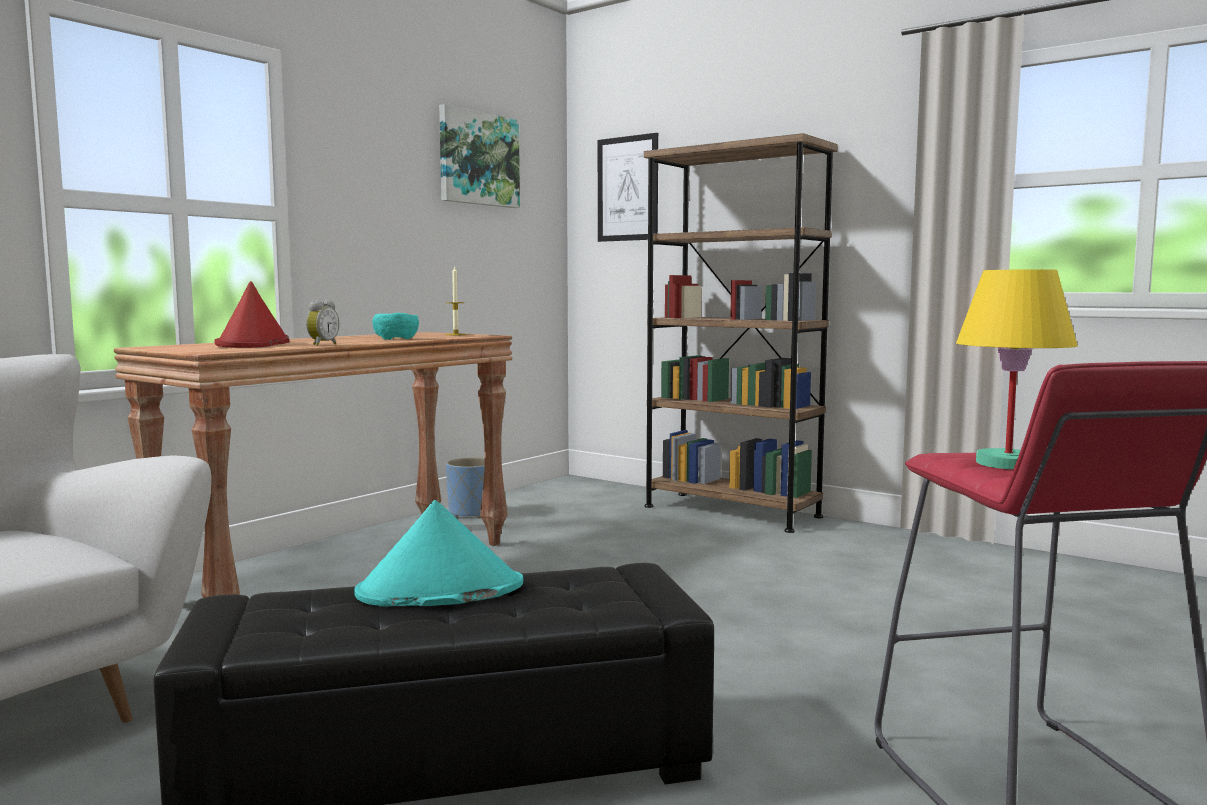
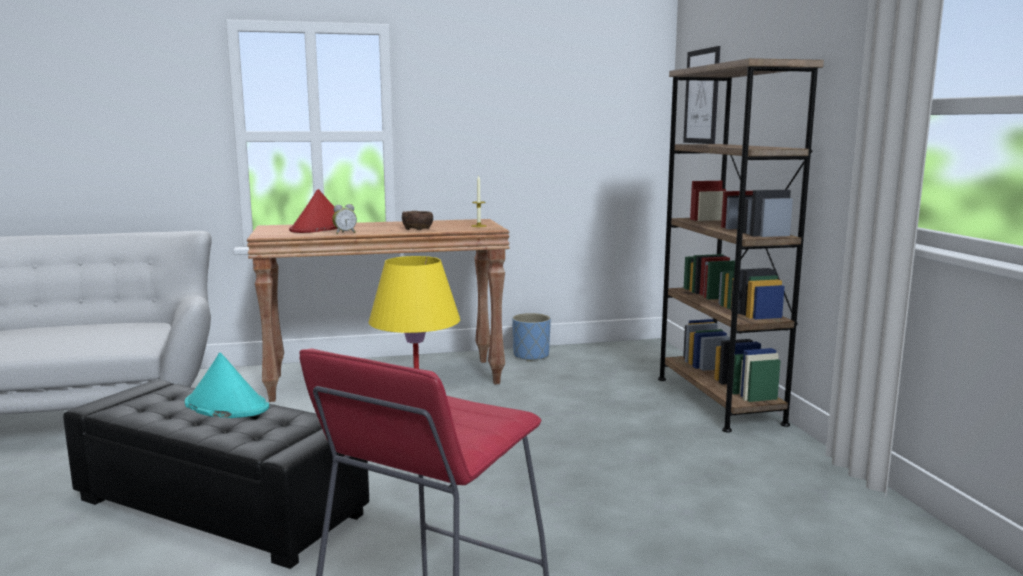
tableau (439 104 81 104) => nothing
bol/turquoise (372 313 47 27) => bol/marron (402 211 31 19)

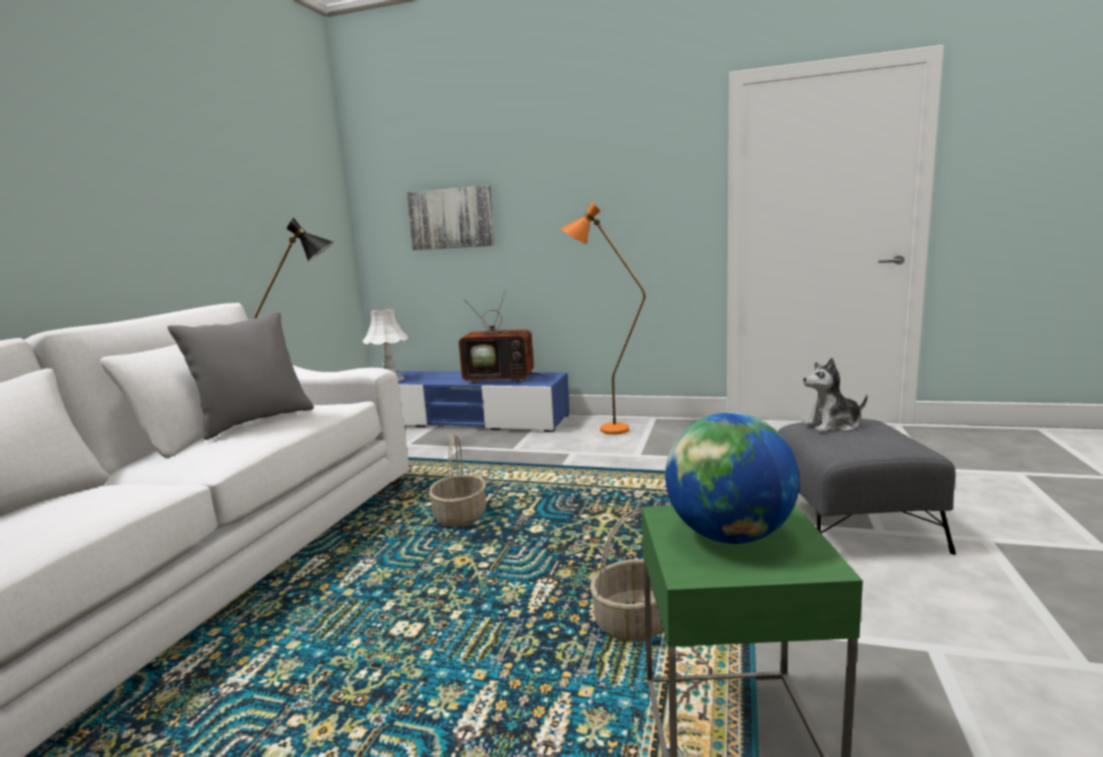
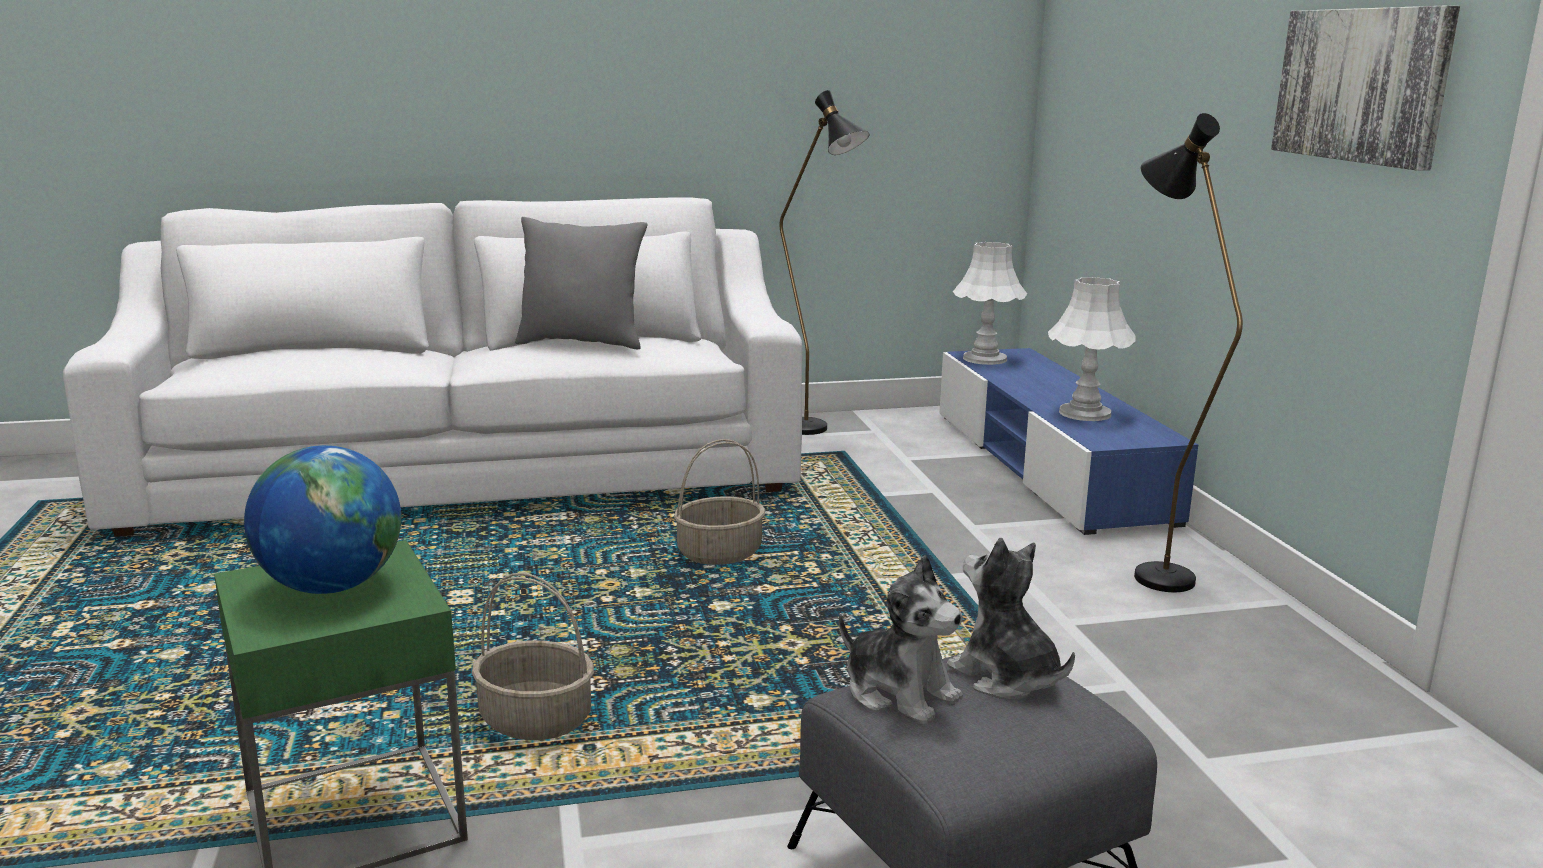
tableau (407 185 88 65) => tableau (1271 5 189 166), move
lampadaire/orange (561 202 85 233) => lampadaire/noir (1134 113 109 479)
téléviseur (459 290 87 94) => lampe de table/blanc (1048 277 87 144)
nothing => peluche (839 555 124 169)

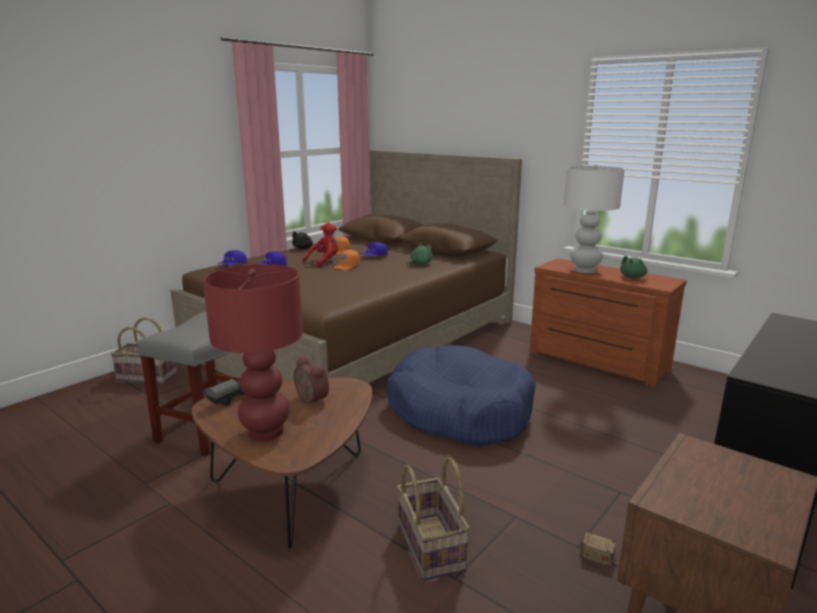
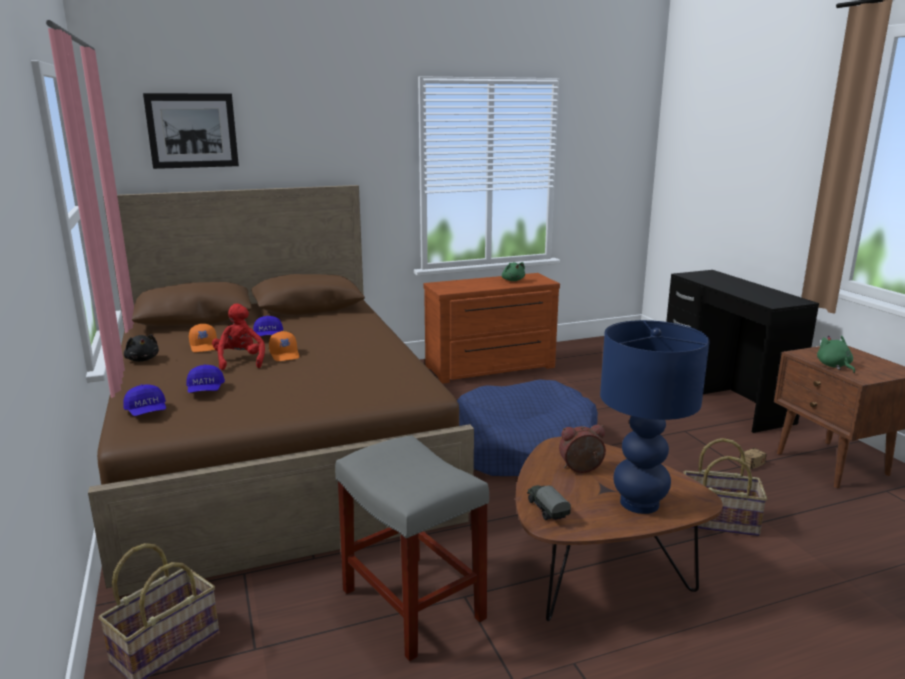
lampe de table/blanc (564 164 61 109) => nothing
peluche/vert (407 243 25 22) => peluche/vert (817 336 38 37), move
lampe de table/rouge (203 264 100 178) => lampe de table/bleu (600 320 110 194)
nothing => tableau (143 93 96 76)

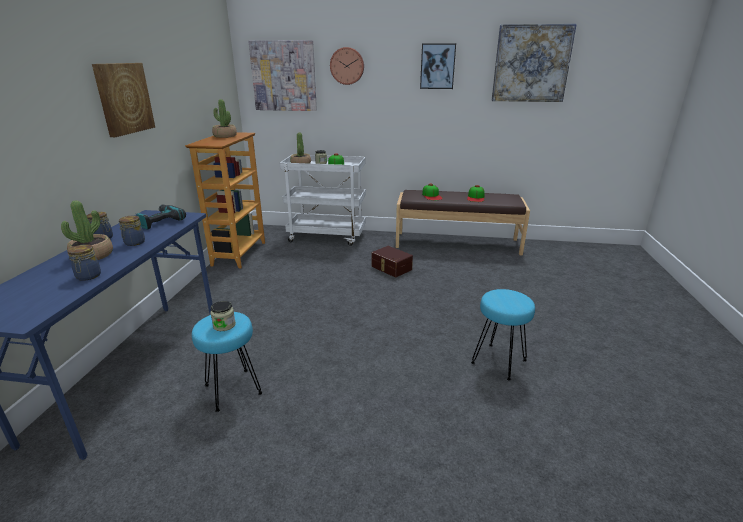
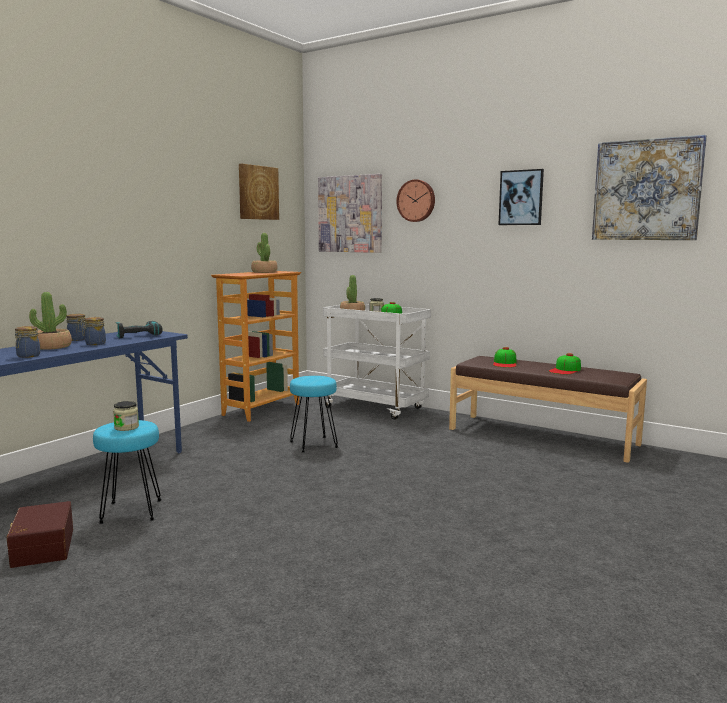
tableau (92 63 63 74) => tableau (239 164 40 56), move
boîte de rangement/marron (371 246 42 31) => boîte de rangement/marron (7 501 66 67), move
tabouret/turquoise (471 289 64 91) => tabouret/turquoise (290 376 48 77), move

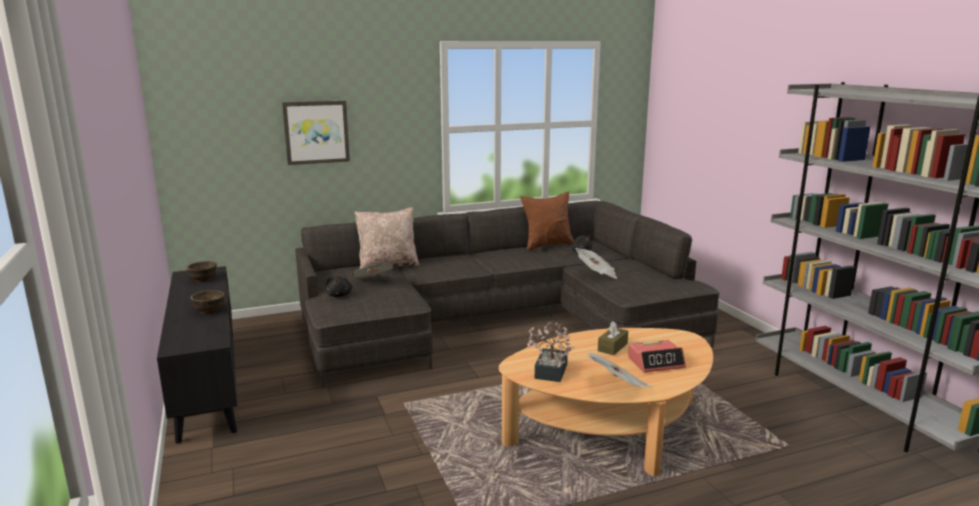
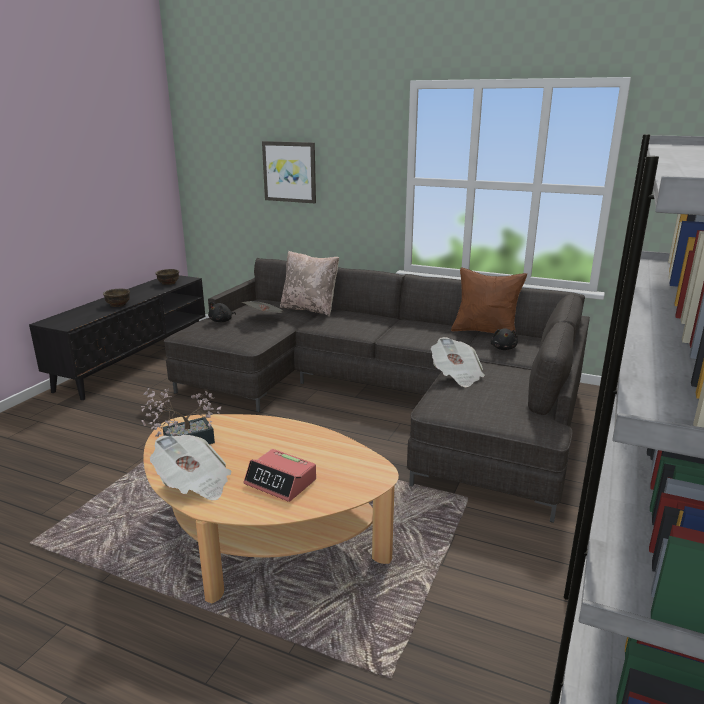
boîte à mouchoirs/marron (598 321 30 34) => nothing

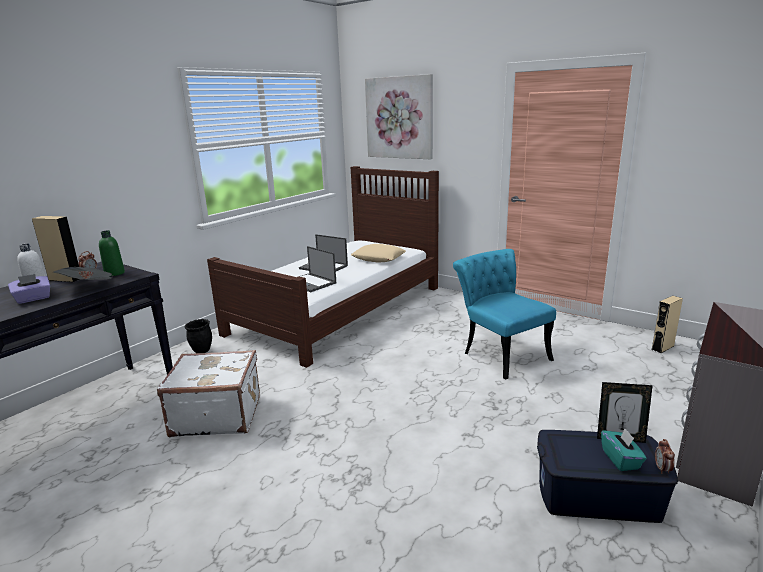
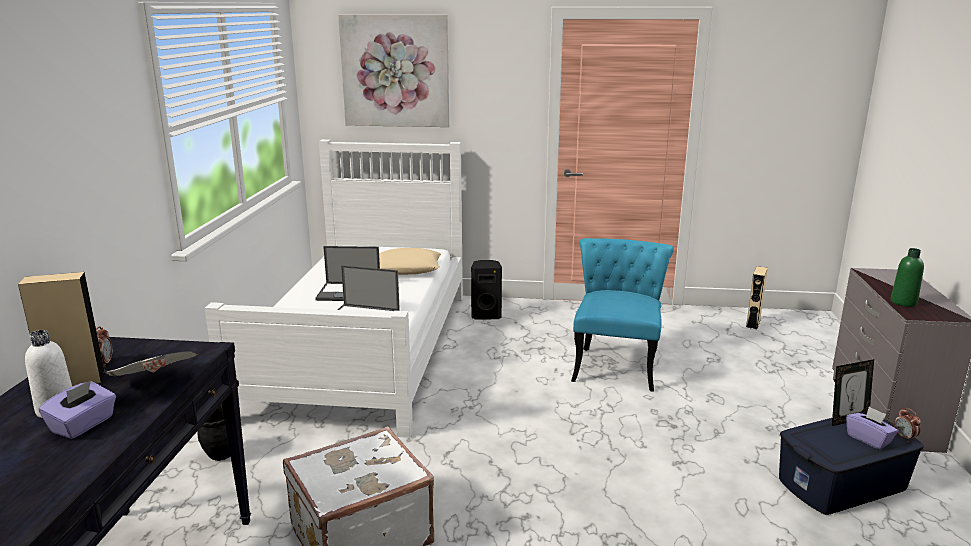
lit/marron (207 166 232 202) => lit/blanc (205 139 258 299)
bouteille/vert (99 231 26 45) => bouteille/vert (891 248 33 59), move
chaise/turquoise (453 249 103 131) => chaise/turquoise (571 238 103 154), 75 degrees clockwise
boîte à mouchoirs/turquoise (601 428 46 43) => boîte à mouchoirs/violet (846 406 52 44)
nothing => enceinte/noir (471 260 31 59)

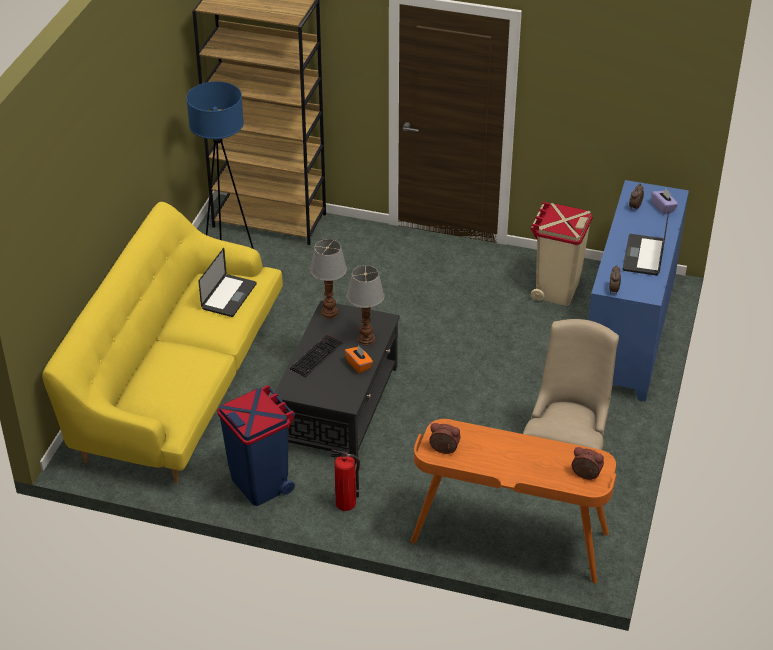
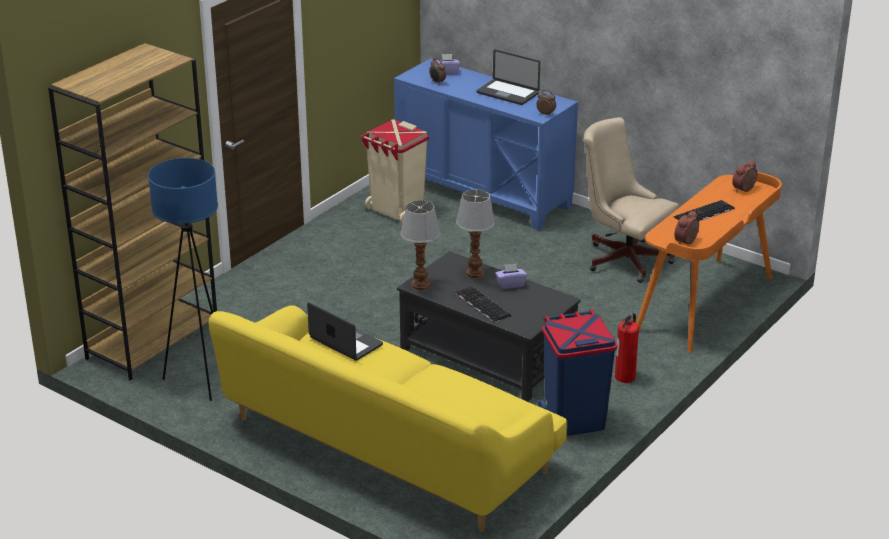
boîte à mouchoirs/orange (345 345 28 28) => boîte à mouchoirs/violet (495 264 32 25)
nothing => clavier (674 200 61 21)

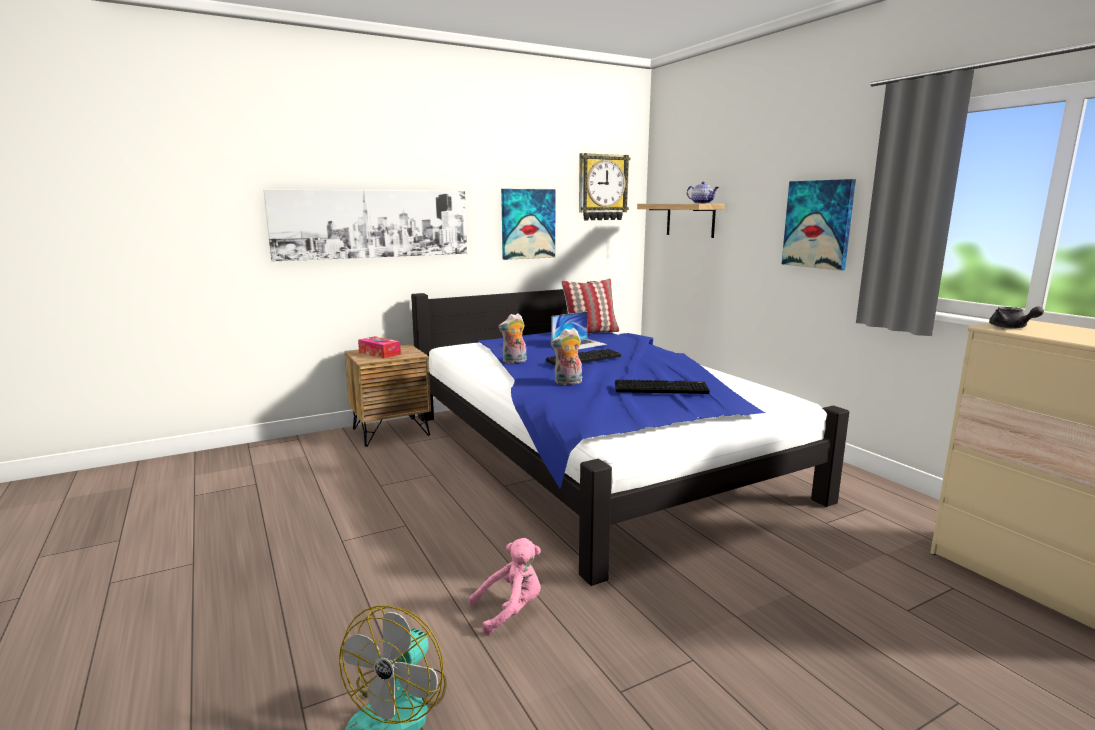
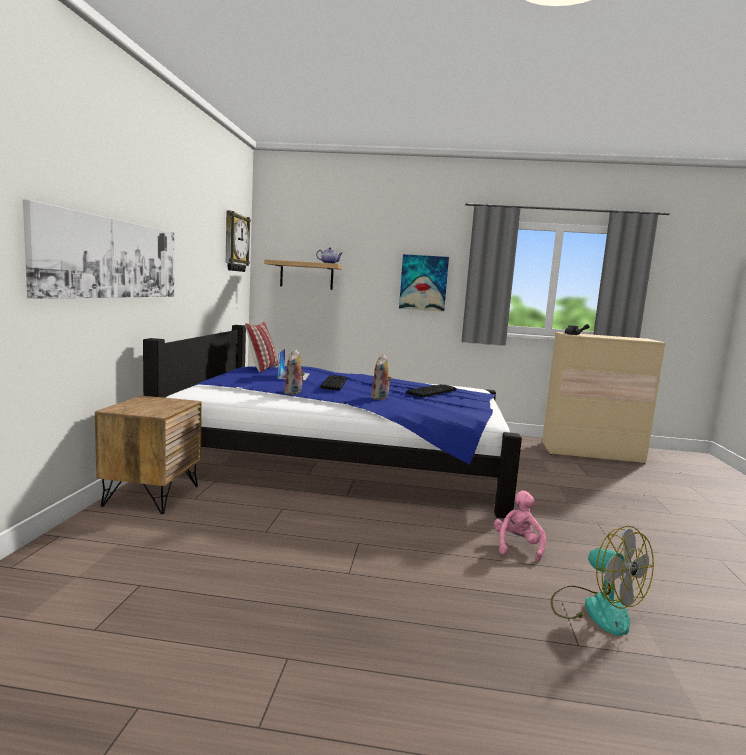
tableau (501 189 54 71) => nothing
boîte à mouchoirs (358 336 43 23) => nothing

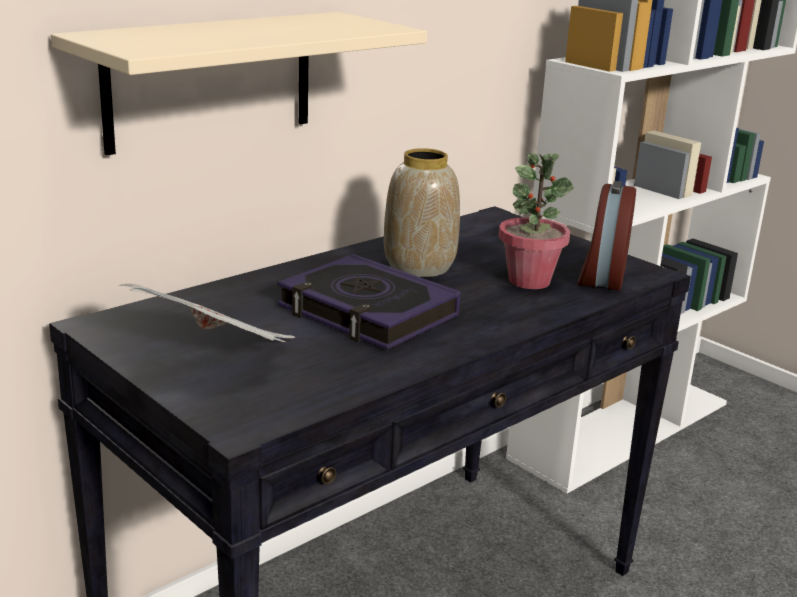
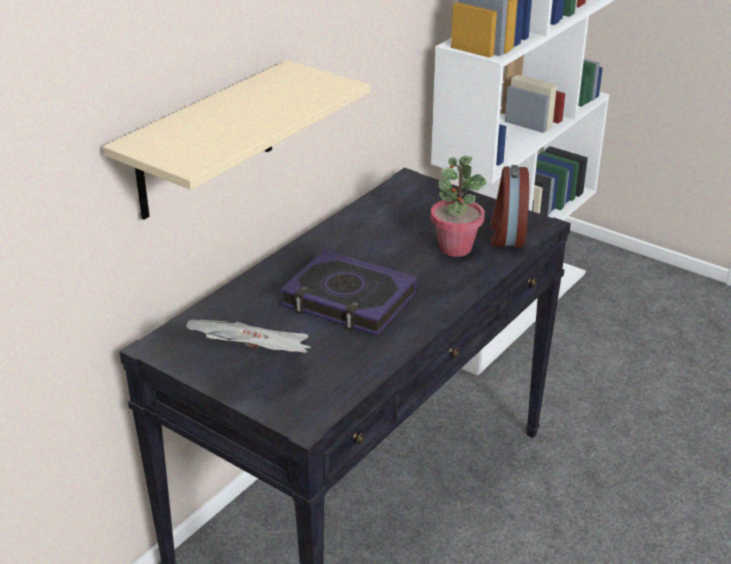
vase (384 148 76 129) => nothing

